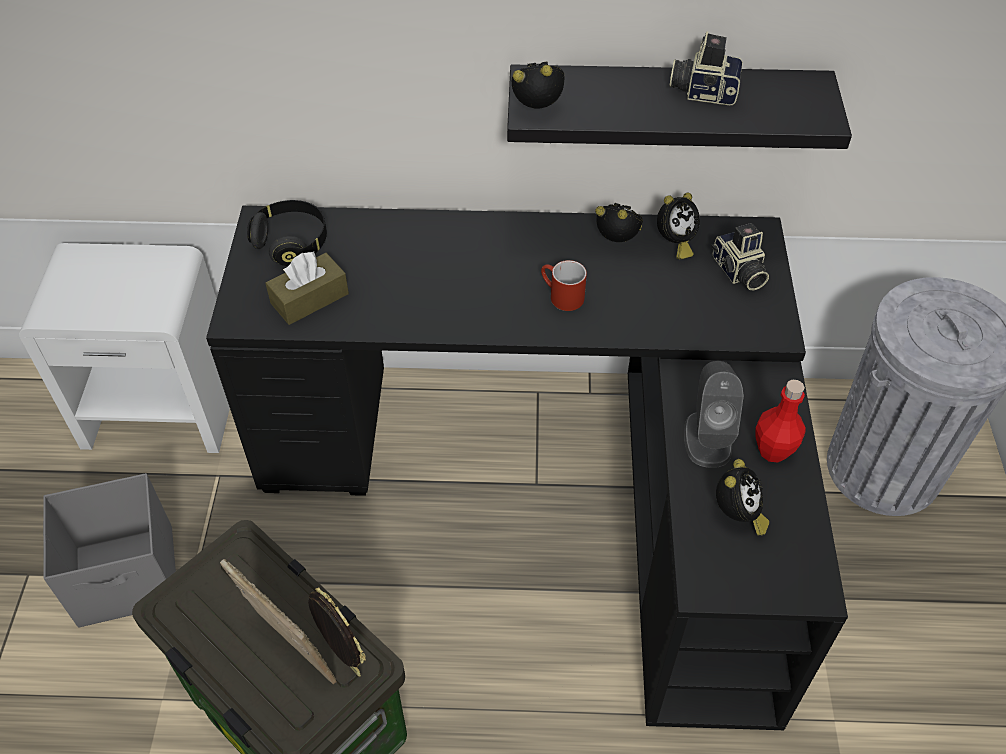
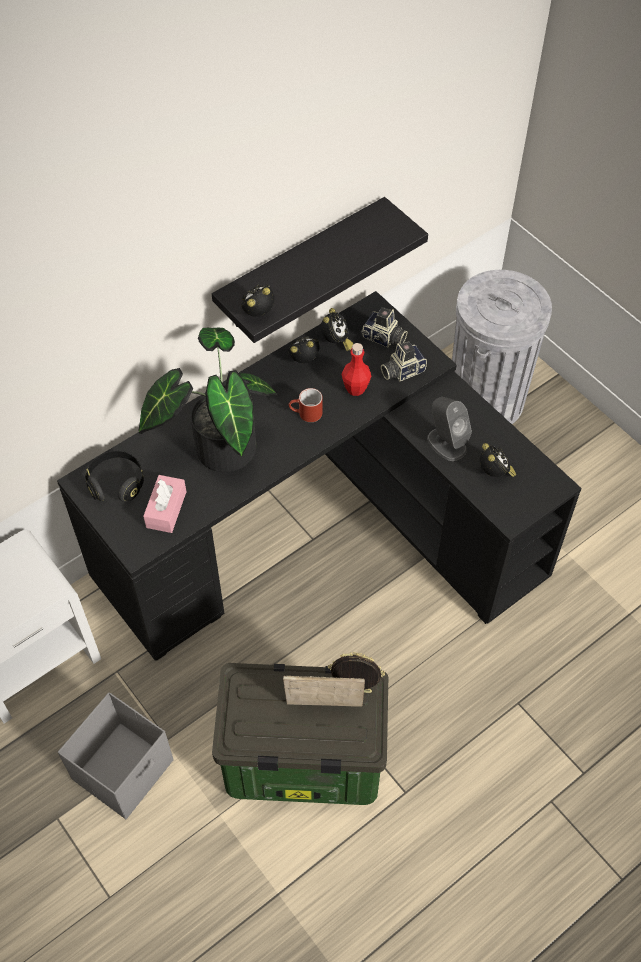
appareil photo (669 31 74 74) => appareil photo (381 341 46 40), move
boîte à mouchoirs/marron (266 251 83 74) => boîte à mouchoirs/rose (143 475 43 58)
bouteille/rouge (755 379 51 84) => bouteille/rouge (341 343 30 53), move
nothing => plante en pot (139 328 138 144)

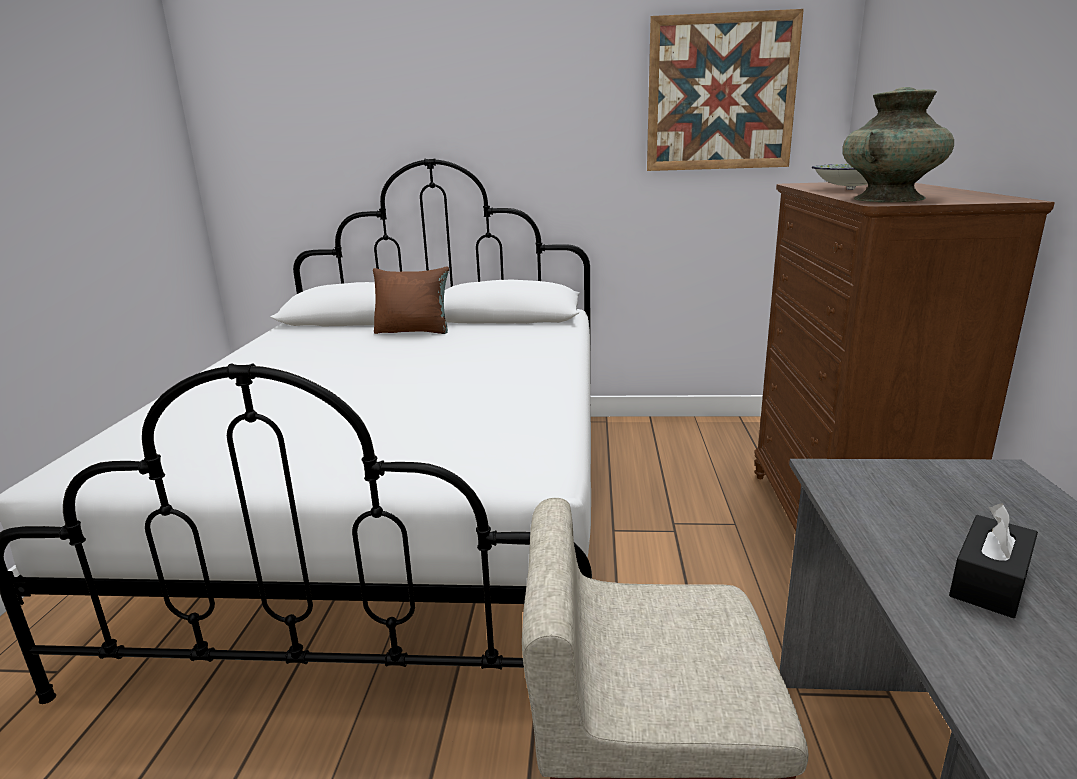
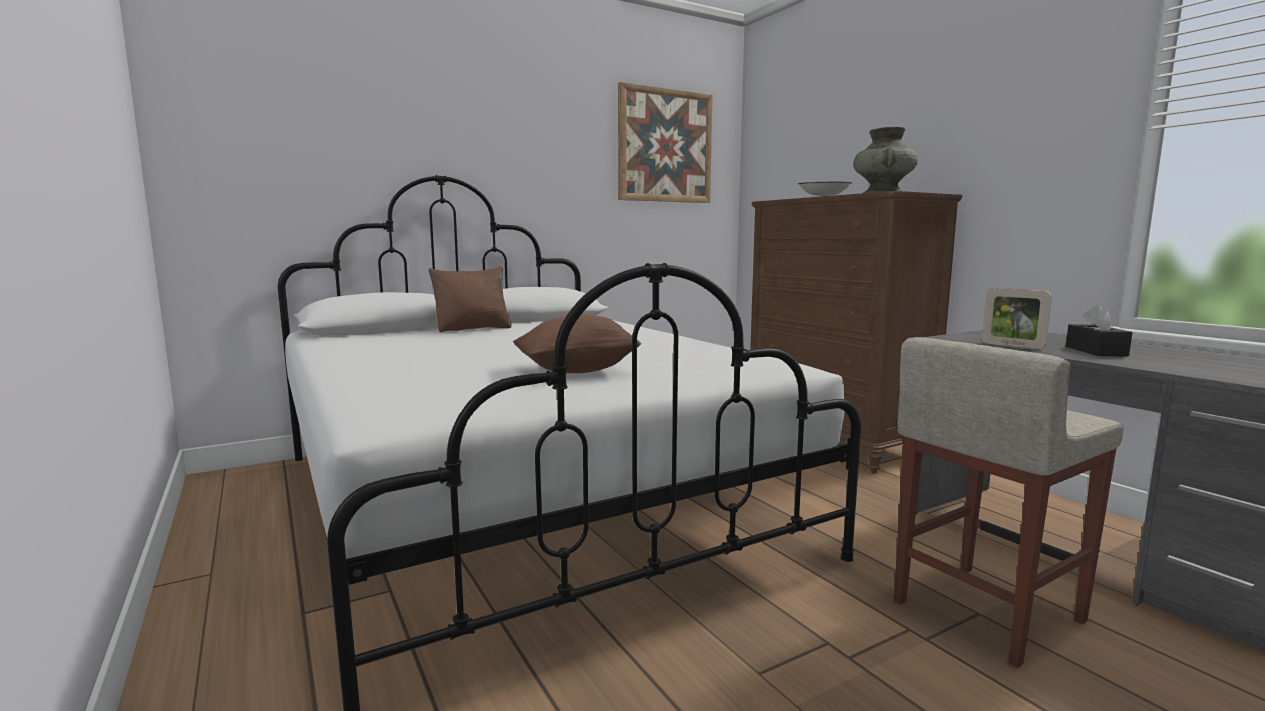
nothing => cadre photo (982 288 70 61)
nothing => coussin/marron (513 315 129 58)

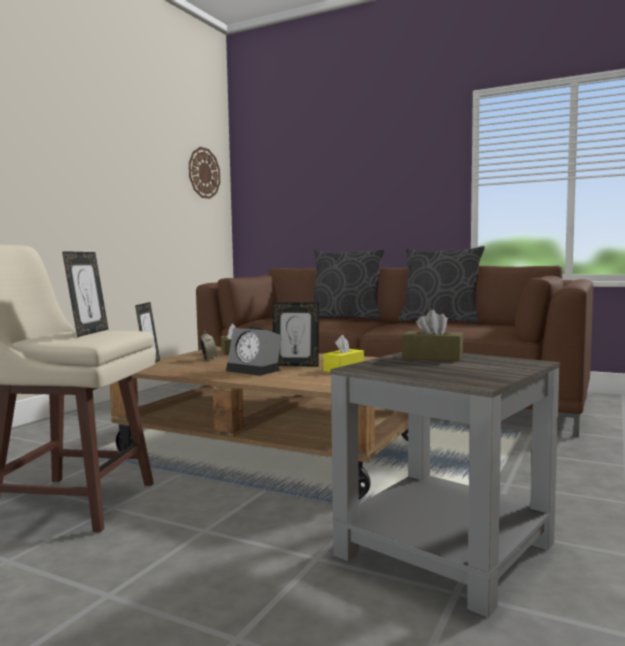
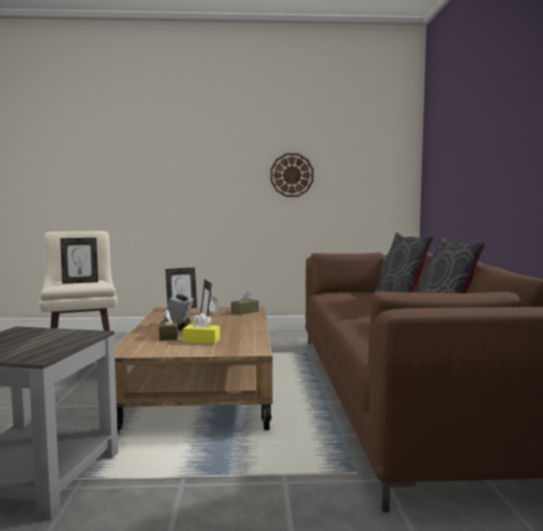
horloge murale (189 147 31 52) => horloge murale (270 153 44 44), move
boîte à mouchoirs/marron (402 310 62 51) => boîte à mouchoirs/marron (159 310 19 31), move

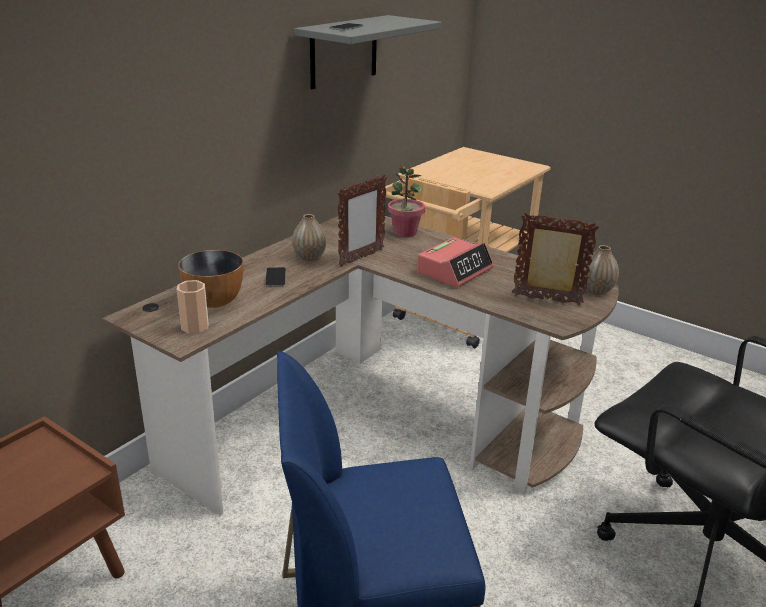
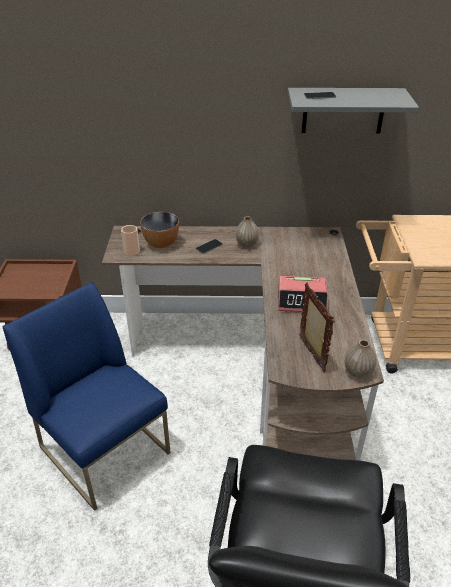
plante en pot (388 162 37 75) => nothing
cadre photo (337 174 50 93) => nothing

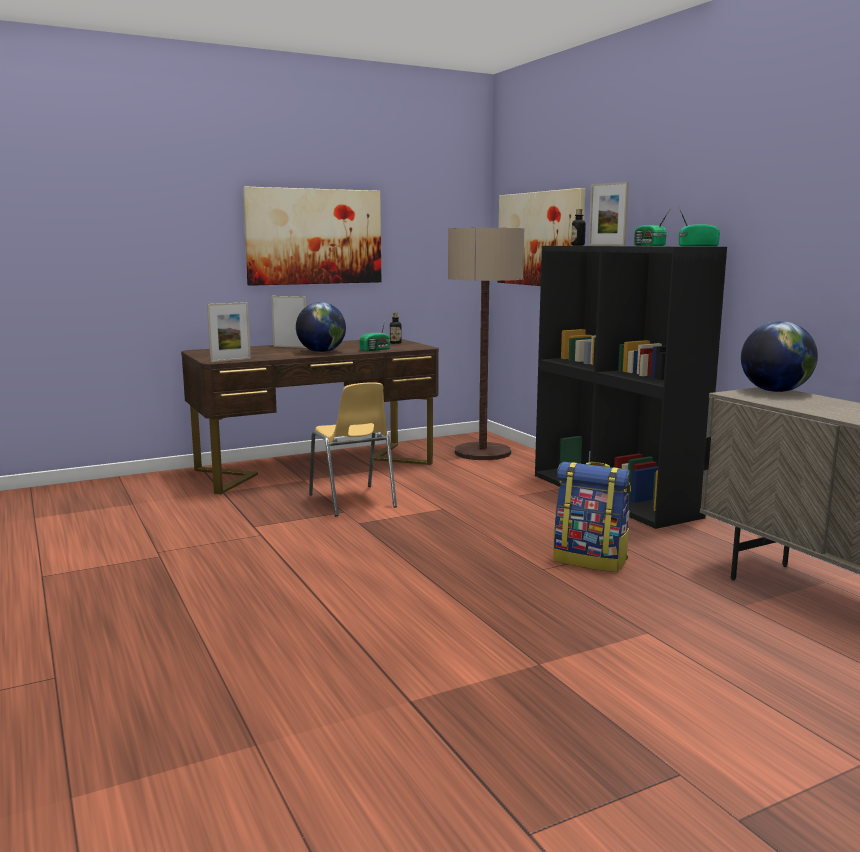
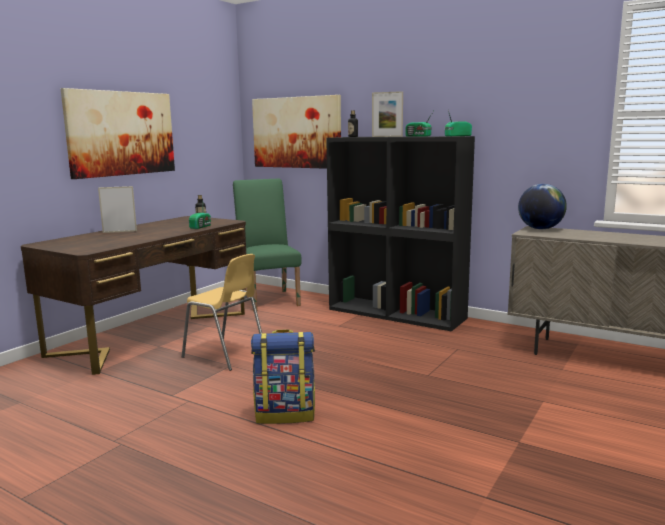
lampadaire (448 228 76 232) => chaise/vert (233 178 69 133)
cadre photo (207 302 44 60) => nothing
globe (296 302 50 51) => nothing
sac à dos (553 462 78 110) => sac à dos (251 329 64 95), move

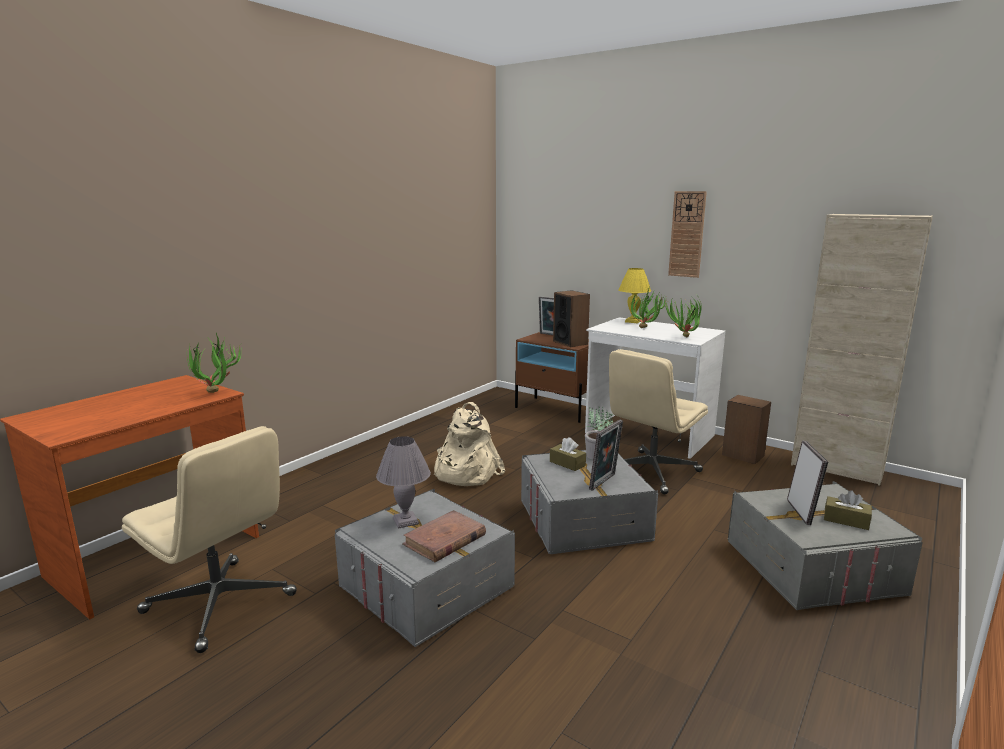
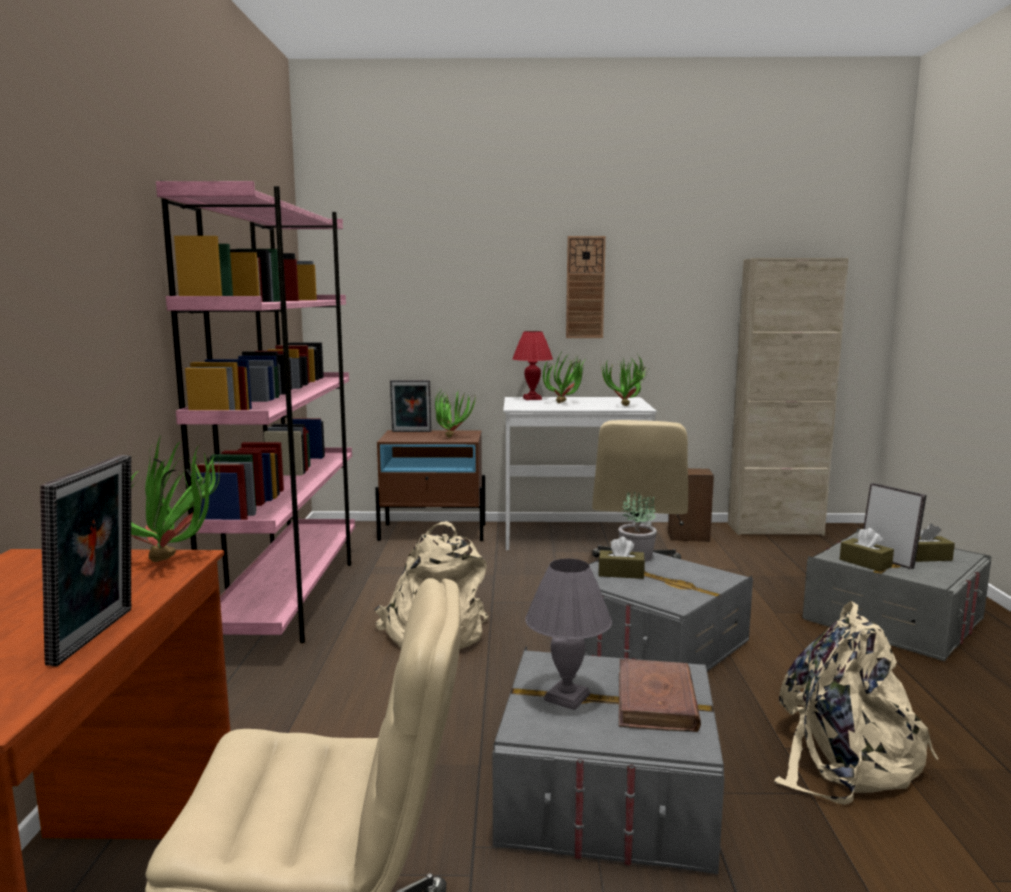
lampe de table/jaune (619 268 32 55) => lampe de table/rouge (513 331 40 69)
enceinte (553 290 37 57) => plante en pot (435 389 41 49)
cadre photo (589 419 34 72) => cadre photo (40 455 91 211), move
nothing => bibliothèque/rose (156 181 199 462)
nothing => boîte à mouchoirs/marron (840 528 54 44)
nothing => sac à dos/beige (774 601 164 204)

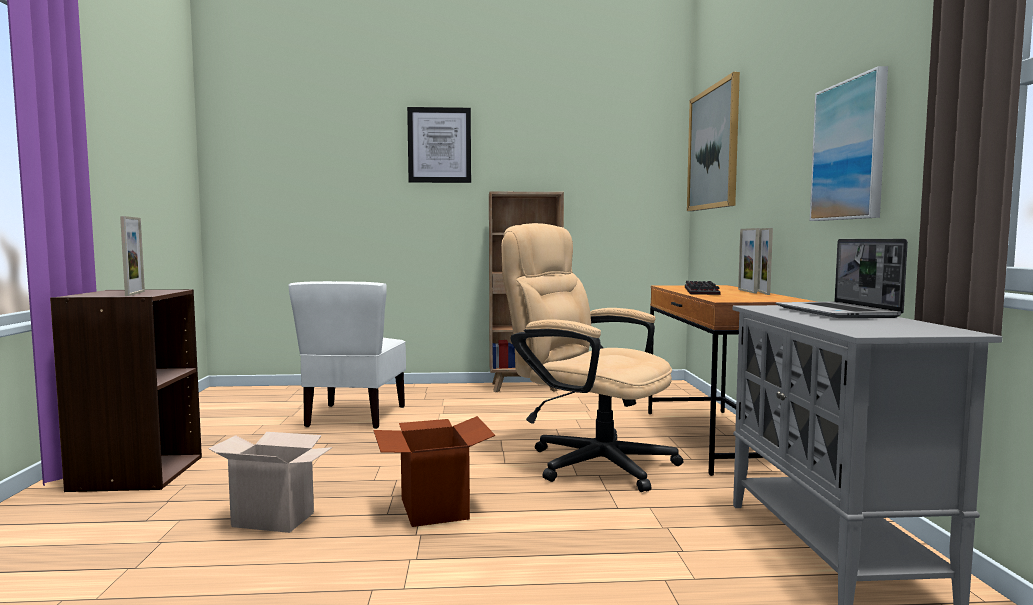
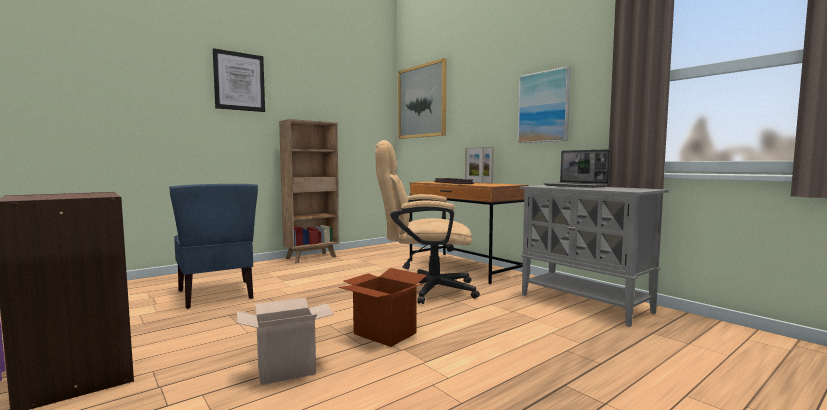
cadre photo (120 216 25 80) => nothing
chaise/blanc (288 281 118 148) => chaise/bleu (169 184 89 125)

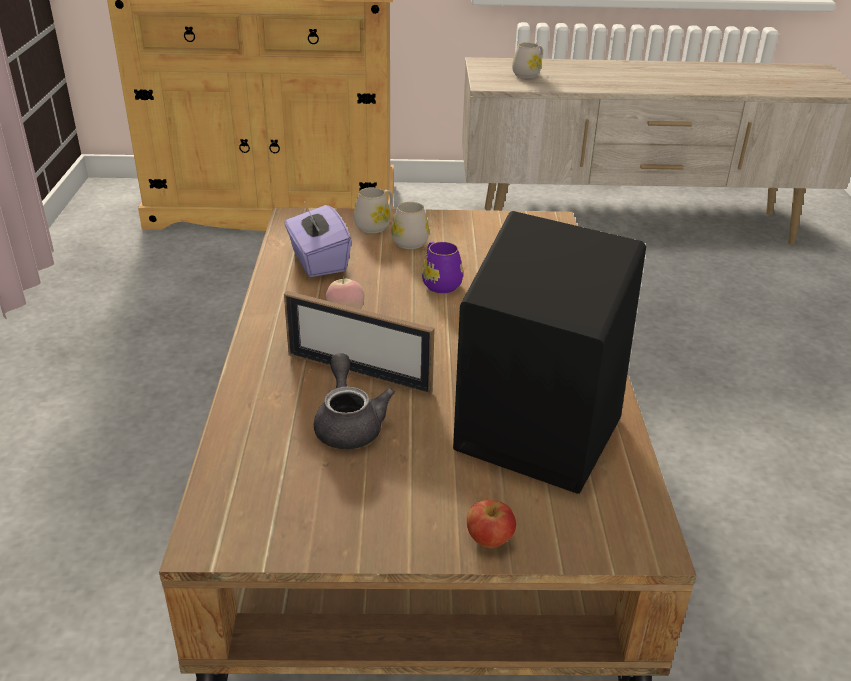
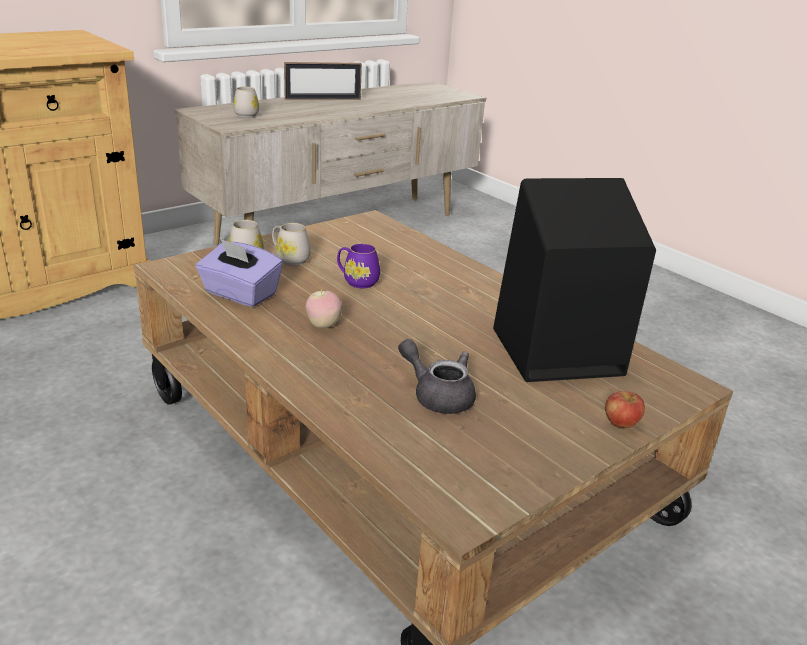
cadre photo (284 291 151 104) => cadre photo (284 62 78 38), move

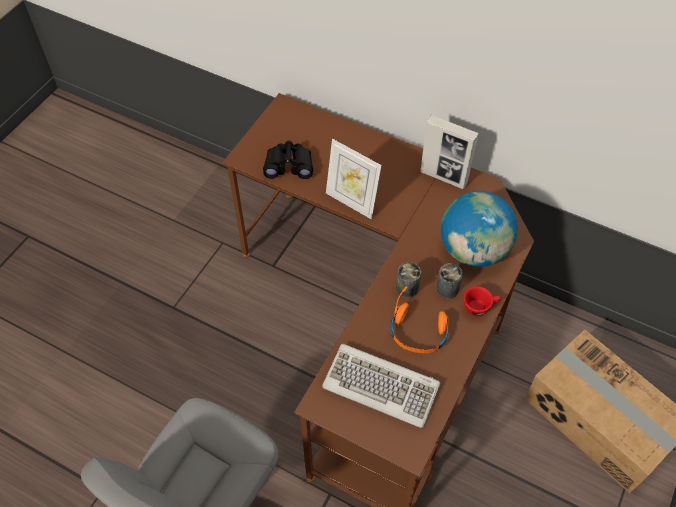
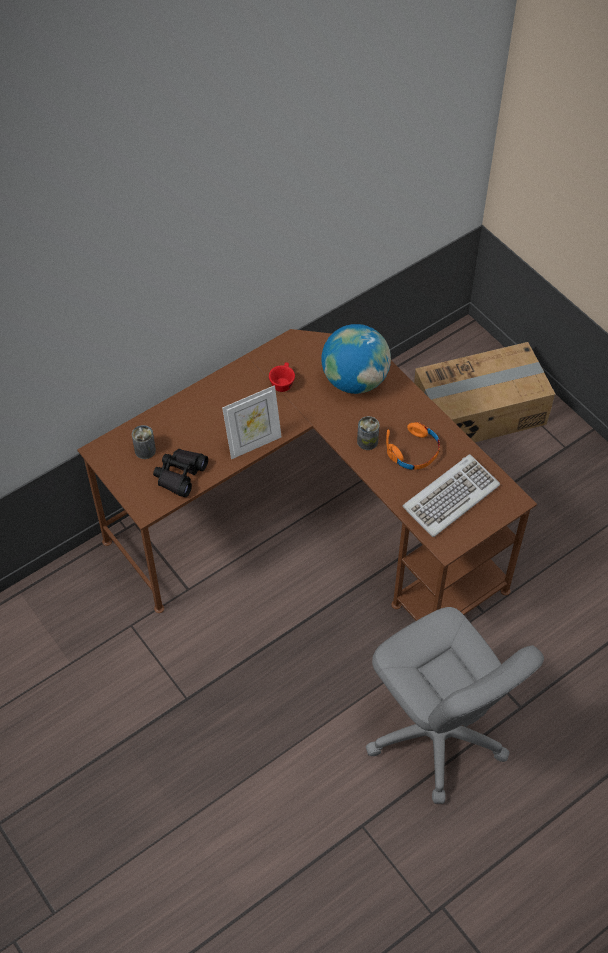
cadre photo (420 115 59 74) => nothing
boîte métallique (436 263 27 36) => boîte métallique (132 425 24 34), move
tasse/rouge (463 286 38 30) => tasse/rouge (269 362 26 30), move

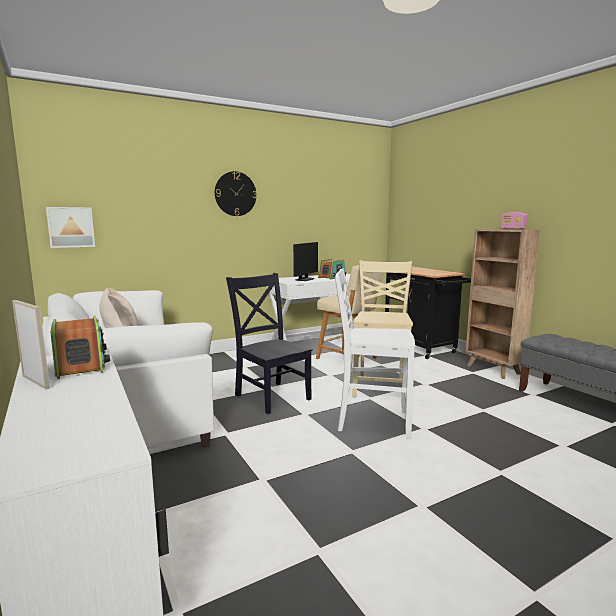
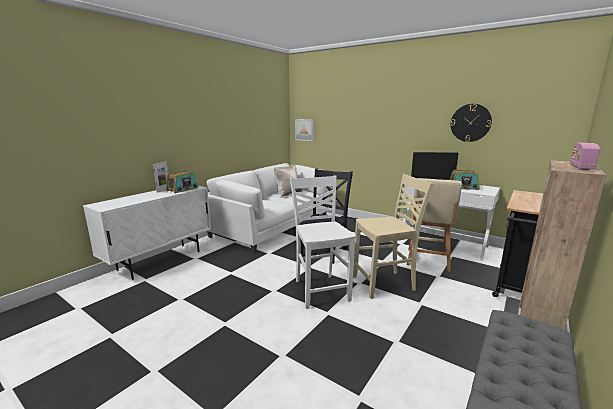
horloge murale (215 171 42 45) => horloge murale (451 104 41 38), move

